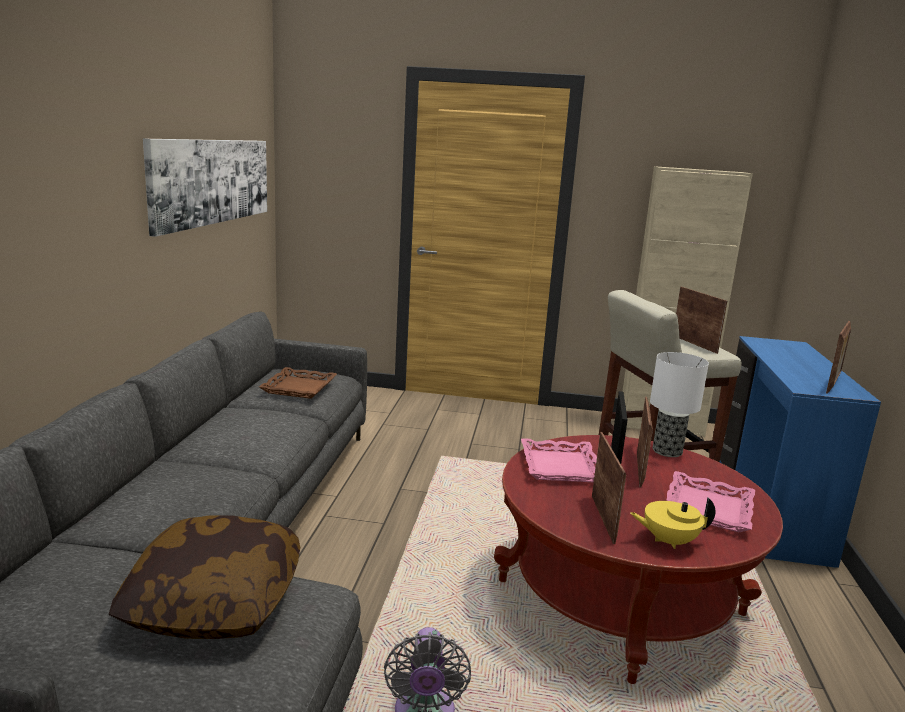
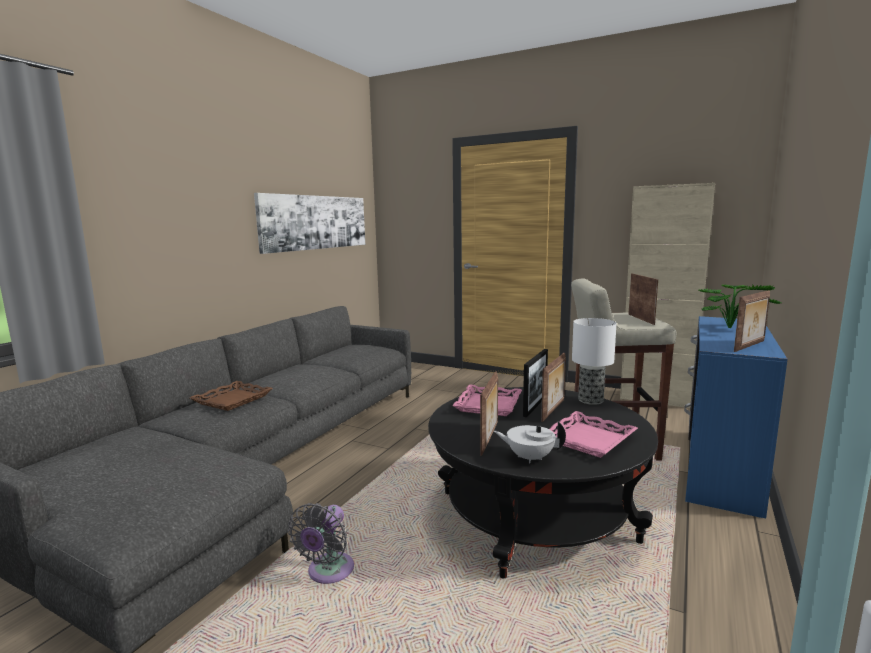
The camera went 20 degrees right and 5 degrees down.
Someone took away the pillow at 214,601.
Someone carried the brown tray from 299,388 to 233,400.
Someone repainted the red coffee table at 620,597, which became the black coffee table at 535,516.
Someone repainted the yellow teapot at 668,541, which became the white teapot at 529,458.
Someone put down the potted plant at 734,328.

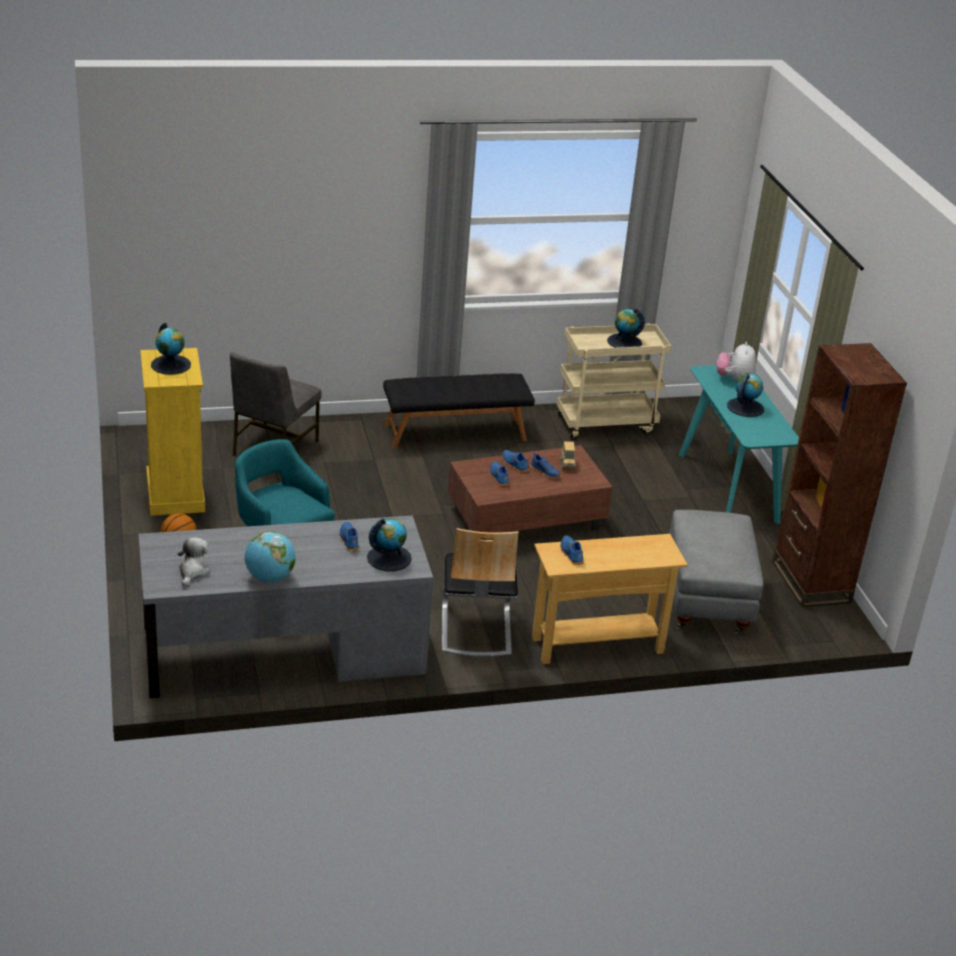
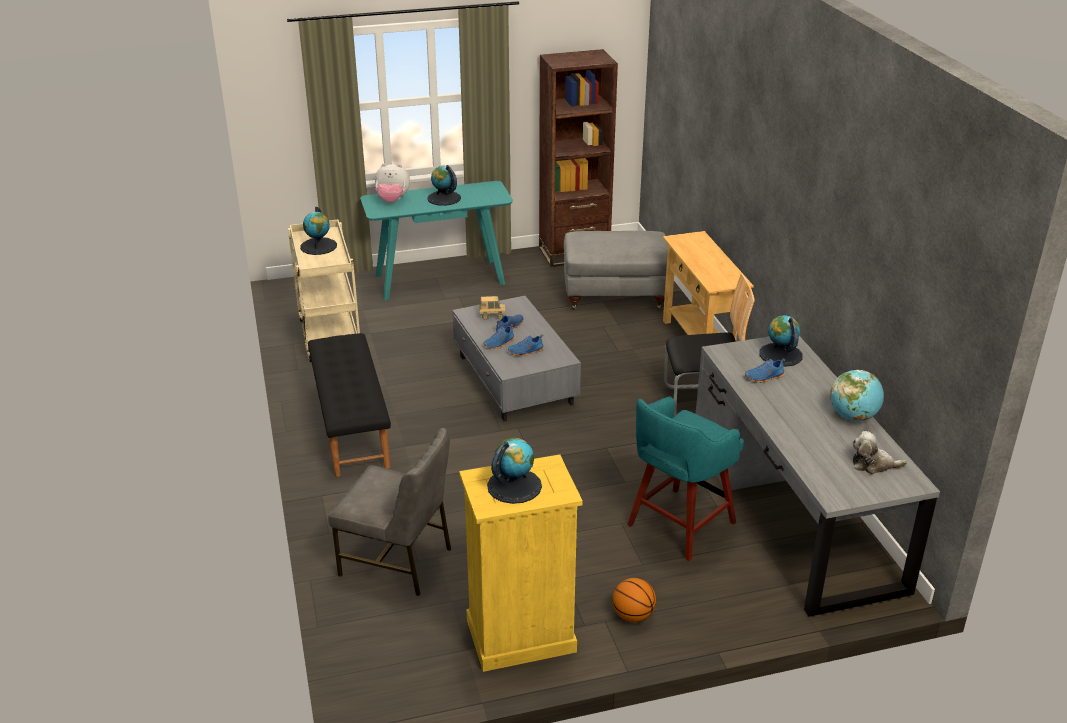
The camera went 90 degrees left and 0 degrees up.
Someone repainted the brown coffee table at 524,518, which became the grey coffee table at 515,380.
Someone took away the blue shoe at 571,554.

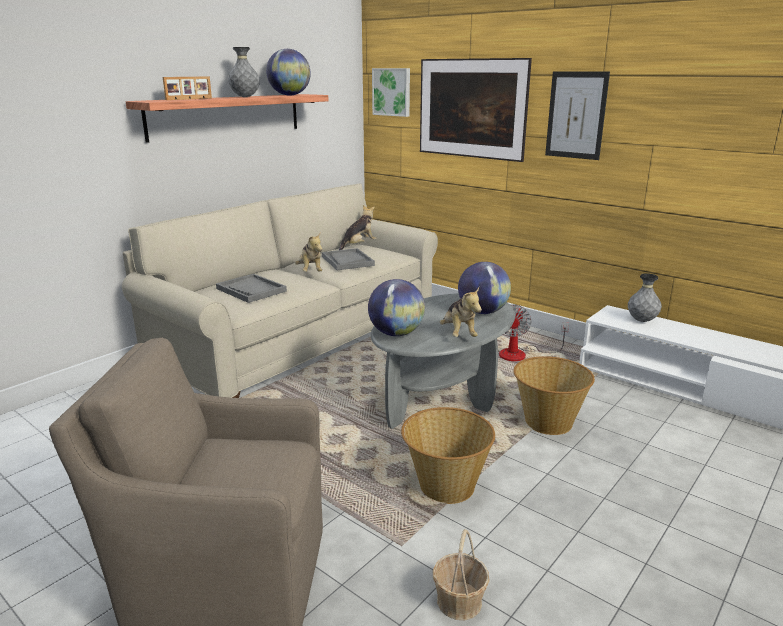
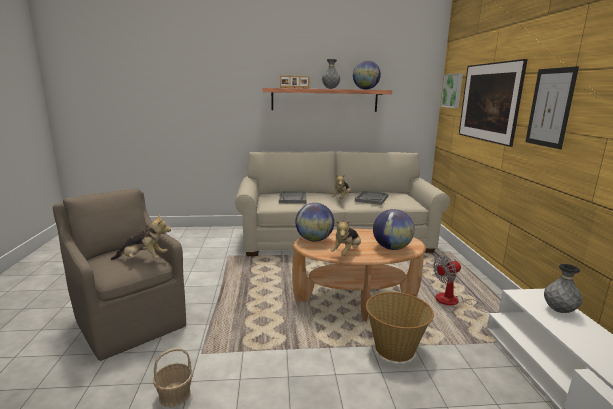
The camera went 45 degrees right and 5 degrees down.
Someone carried the plush toy from 358,246 to 143,260.
Someone repainted the grey coffee table at 443,395, which became the brown coffee table at 356,299.
Someone took away the basket at 445,485.

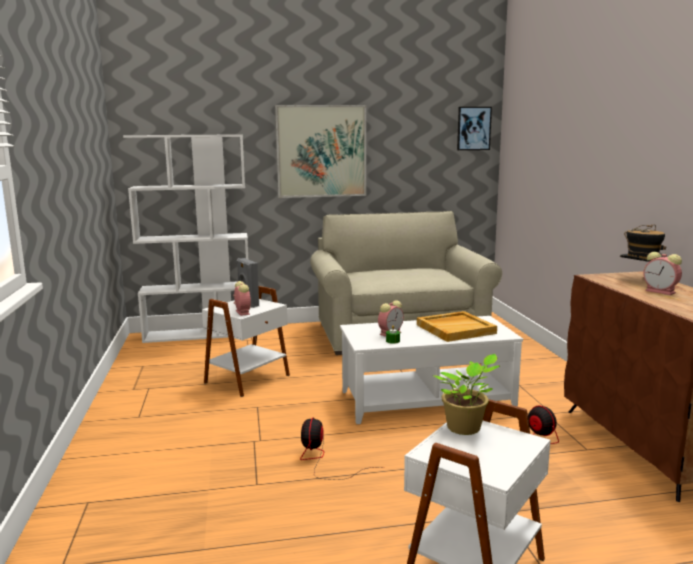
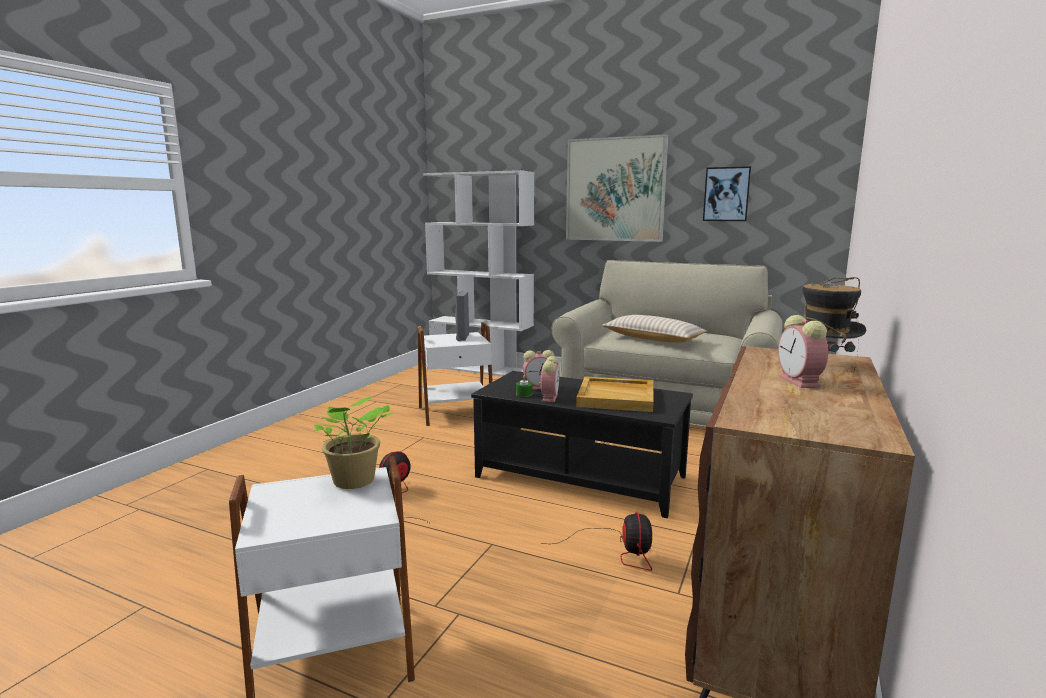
The camera went 35 degrees right and 0 degrees up.
Someone carried the alarm clock from 242,312 to 549,397.
Someone repainted the white coffee table at 426,399, which became the black coffee table at 581,476.
Someone carried the picture from 473,128 to 726,194.
Someone put down the beige pillow at 652,339.

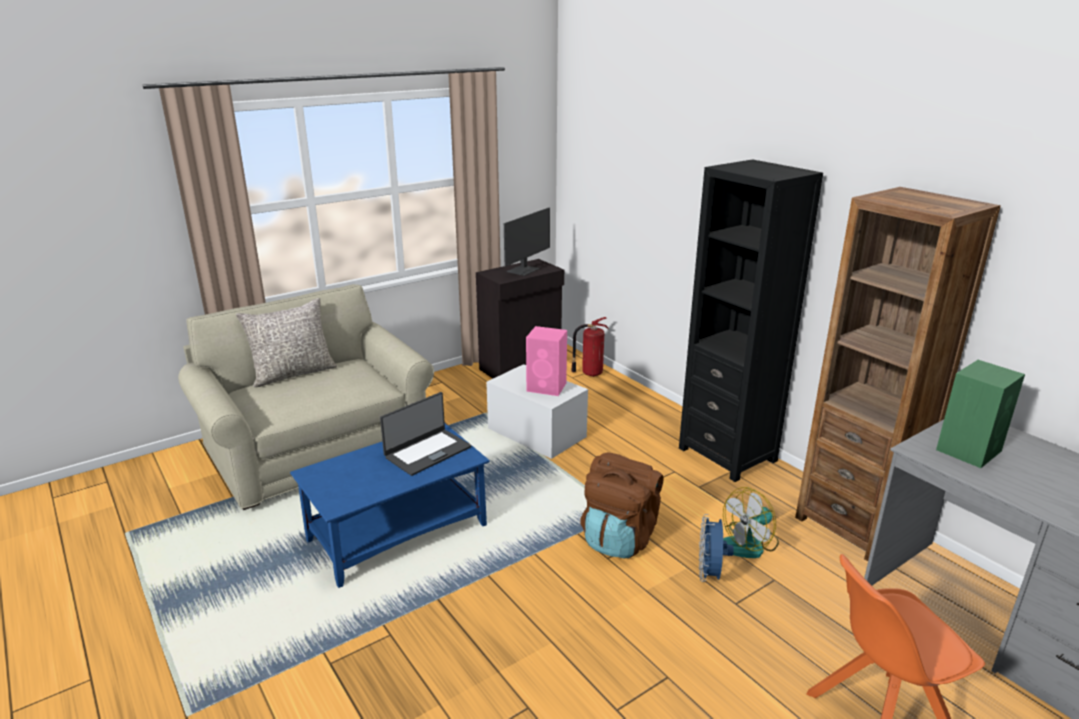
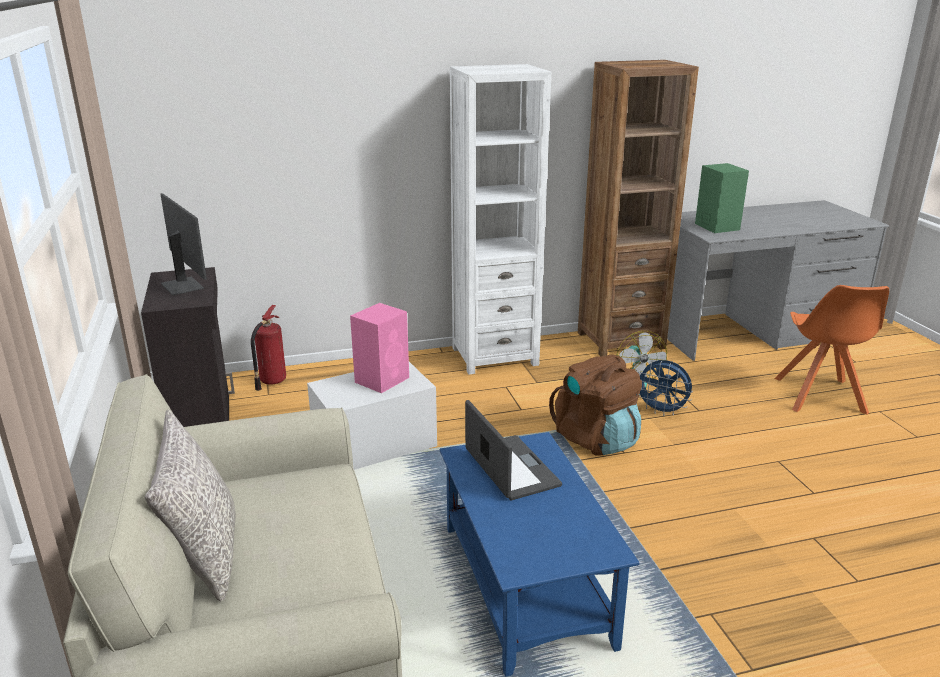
The camera went 70 degrees left and 0 degrees up.
Someone repainted the black bookcase at 727,454, which became the white bookcase at 494,356.

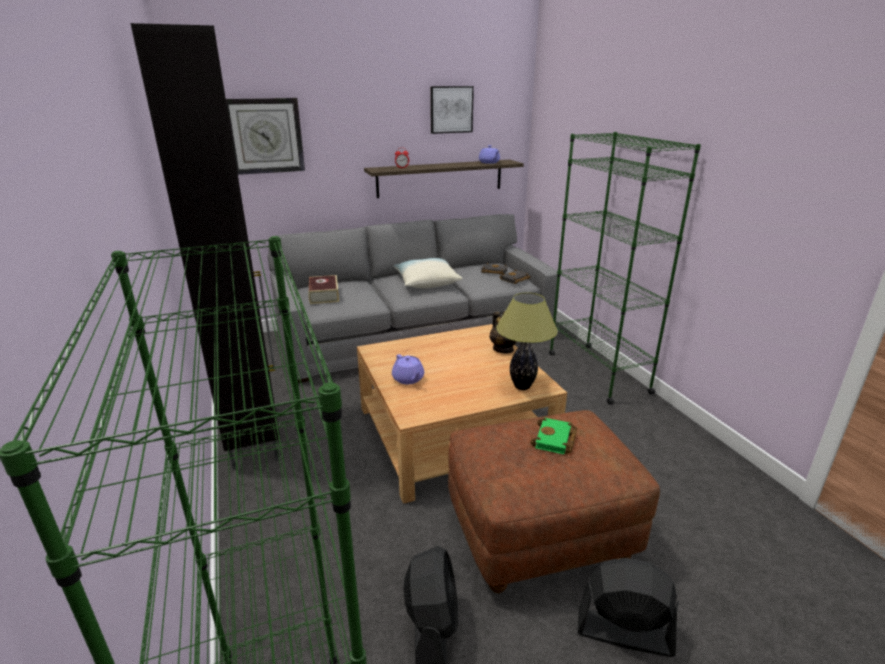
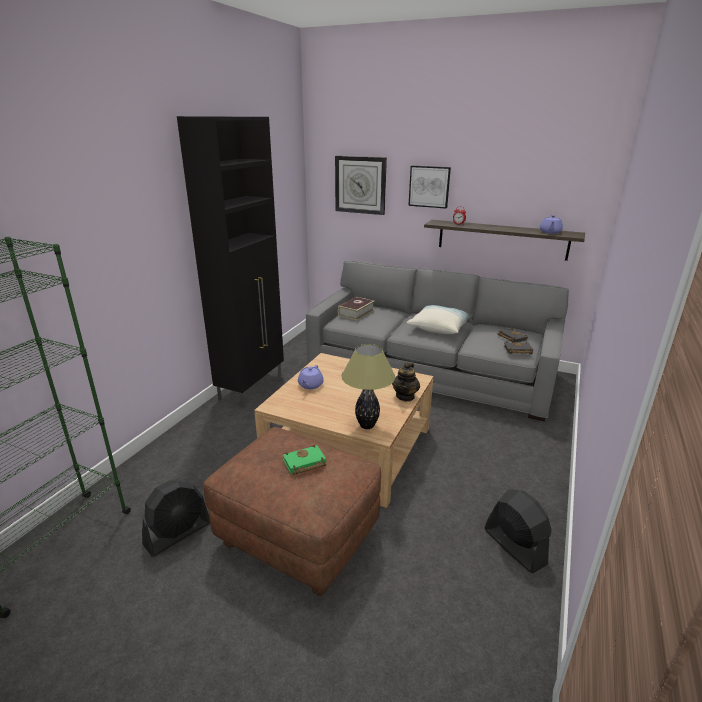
The camera went 45 degrees right and 0 degrees up.
Someone carried the picture from 451,109 to 429,186.
Someone took away the green bookcase at 597,372.
Someone carried the black fan from 624,632 to 514,546.

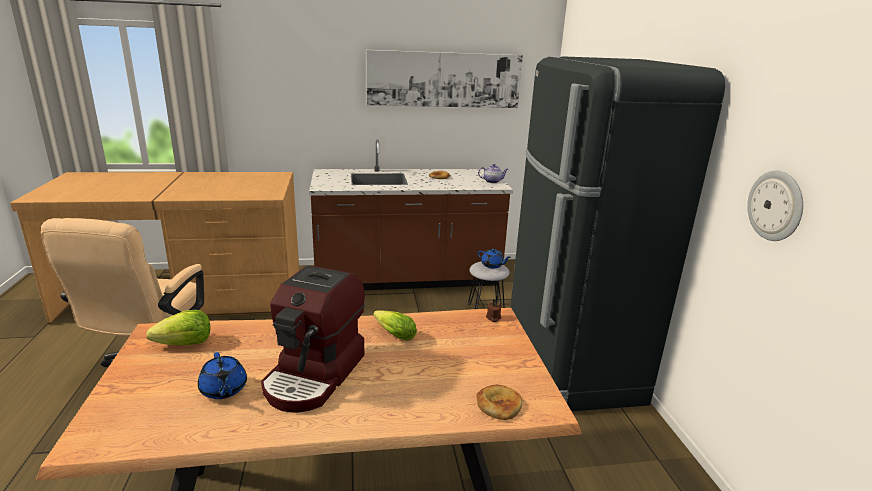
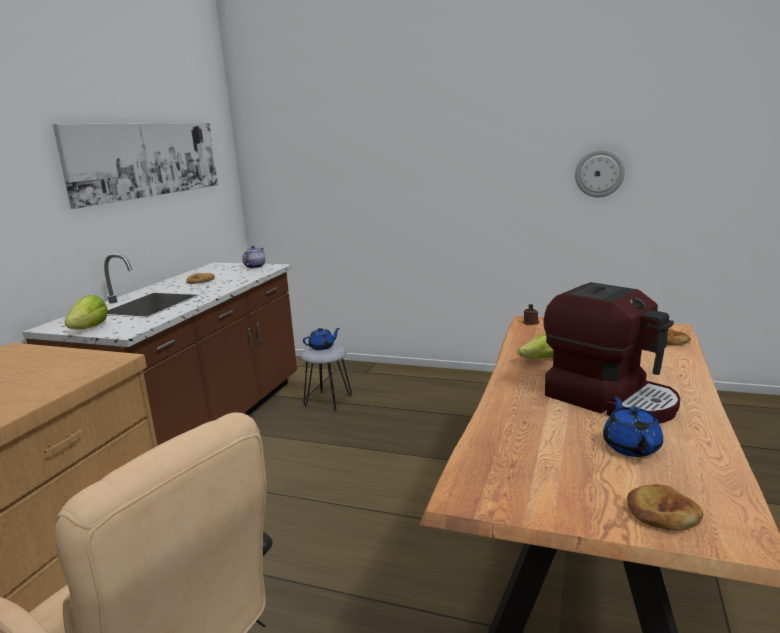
The camera went 60 degrees left and 5 degrees down.
Someone carried the lettuce from 185,344 to 89,328.
Someone rotated the blue teapot at 223,390 by 90 degrees counterclockwise.
Someone took away the black fridge at 569,367.
Someone put down the bread at 662,512.

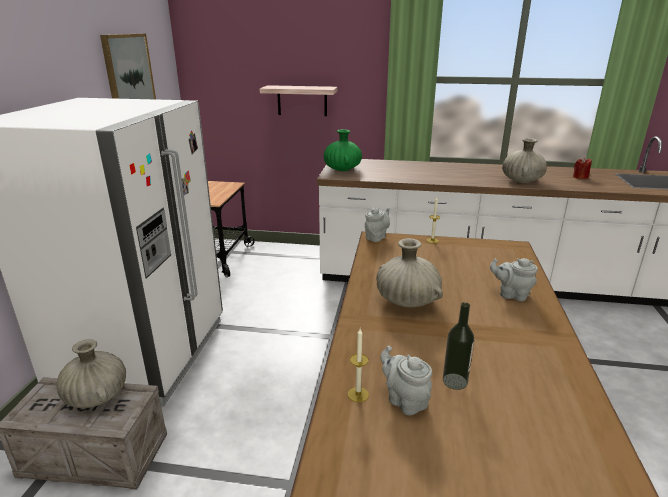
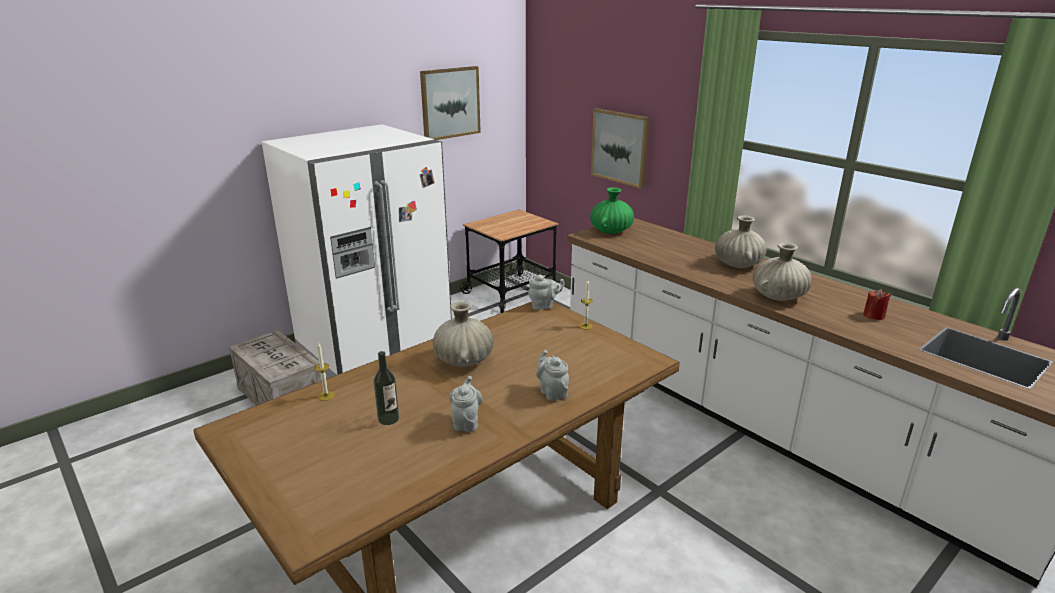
The camera went 40 degrees right and 0 degrees up.
Someone carried the beige vase from 97,396 to 738,264.
Someone swapped the shelf at 302,100 for the picture at 620,147.
Someone carried the grey teapot from 404,400 to 466,422.

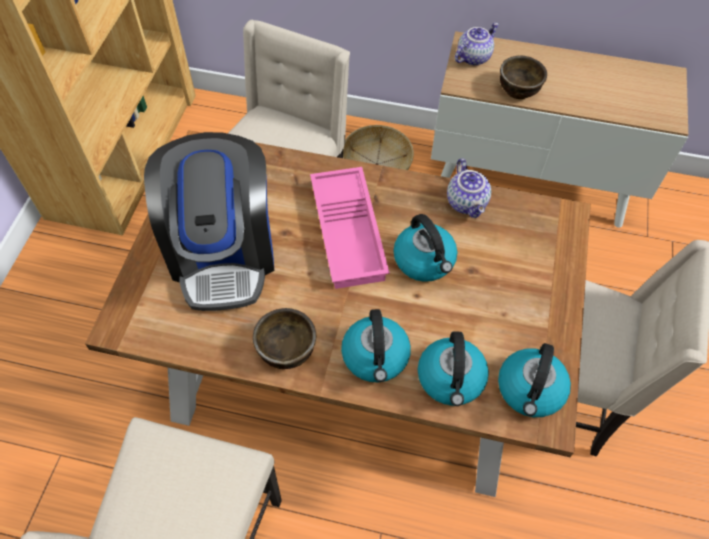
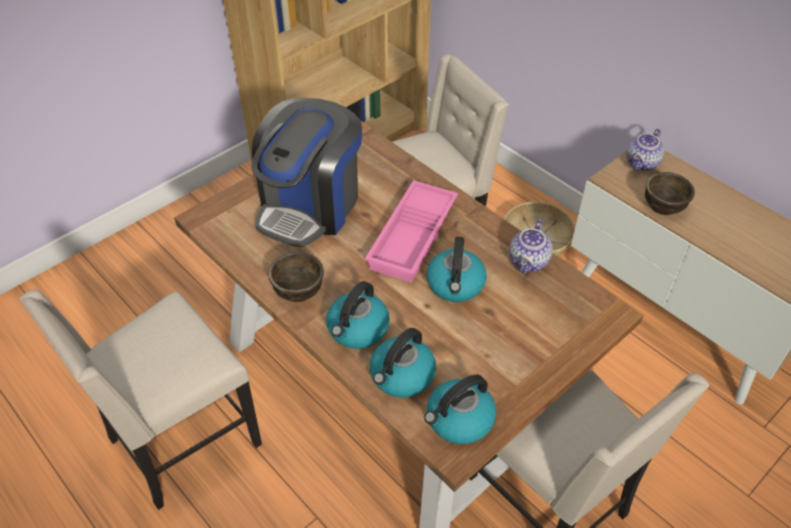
The camera went 35 degrees right and 10 degrees down.
Someone rotated the teapot at 473,57 by 135 degrees clockwise.

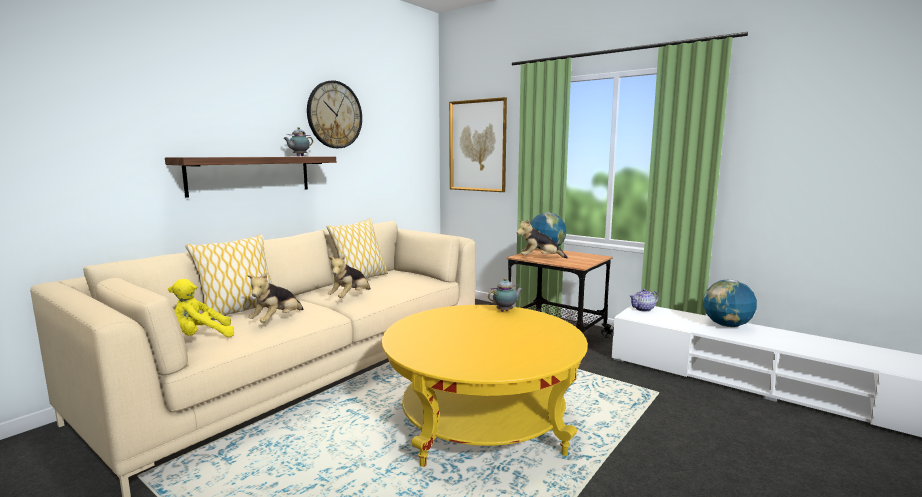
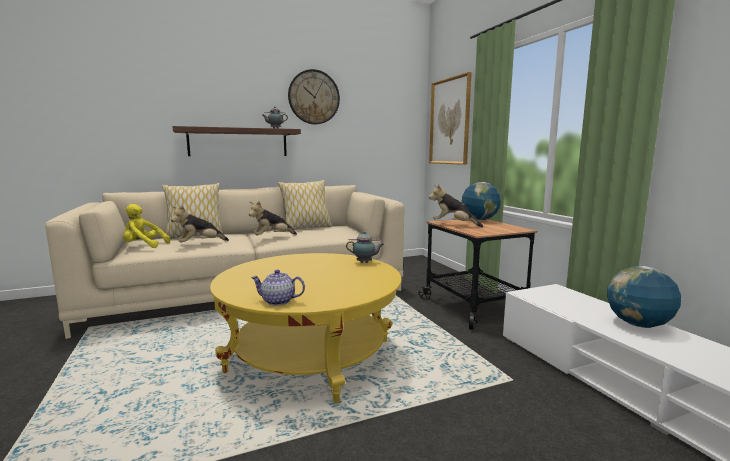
The camera went 30 degrees right and 0 degrees up.
Someone carried the teapot from 643,309 to 278,301.

